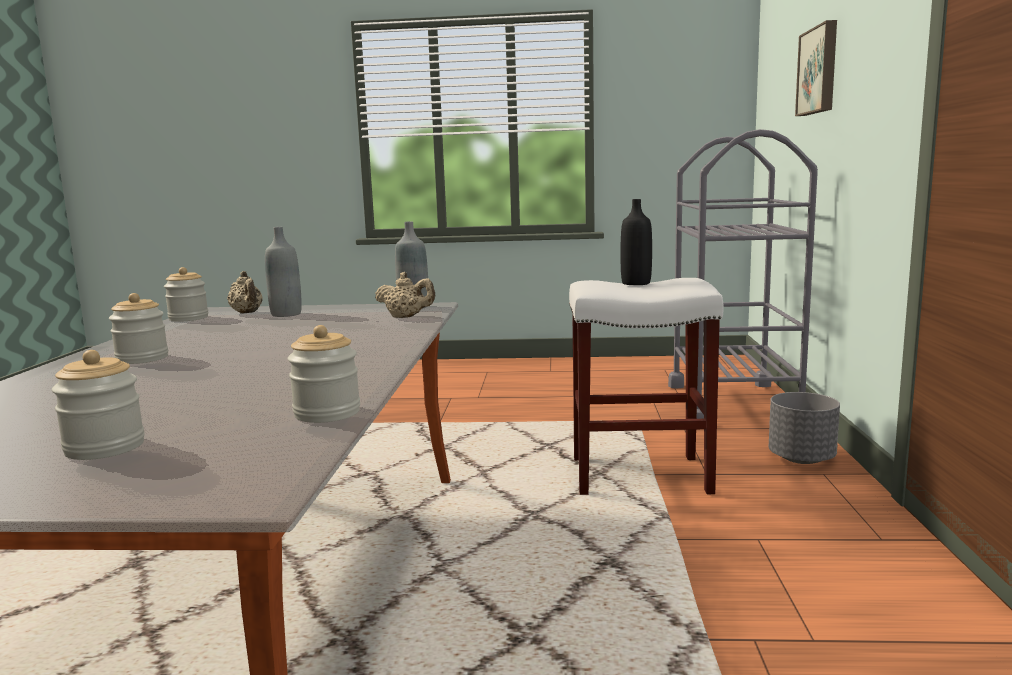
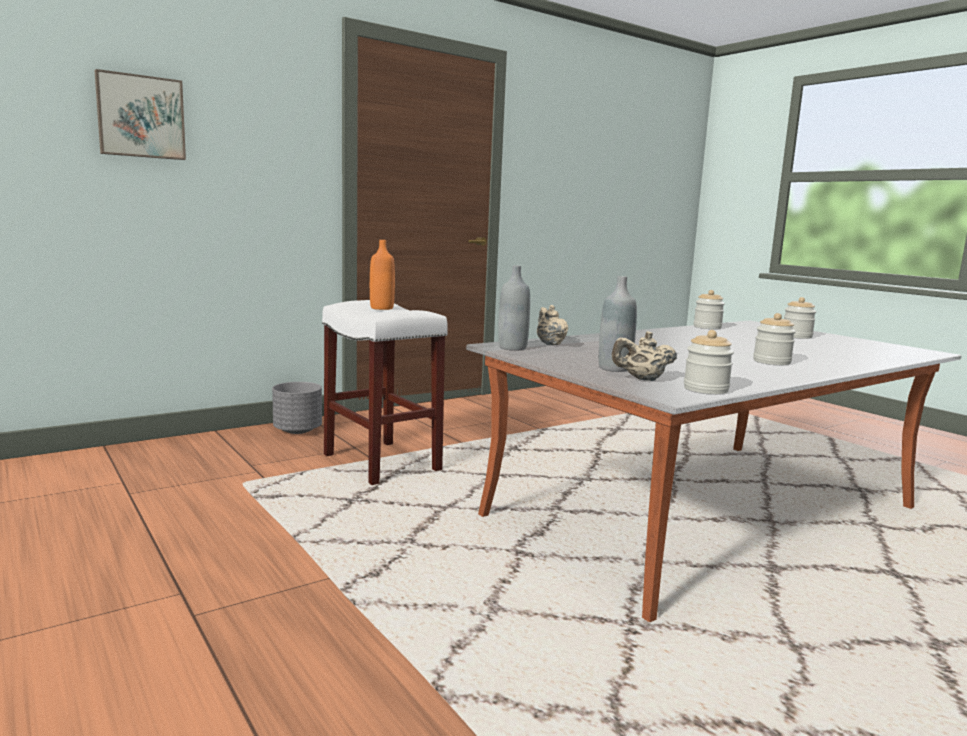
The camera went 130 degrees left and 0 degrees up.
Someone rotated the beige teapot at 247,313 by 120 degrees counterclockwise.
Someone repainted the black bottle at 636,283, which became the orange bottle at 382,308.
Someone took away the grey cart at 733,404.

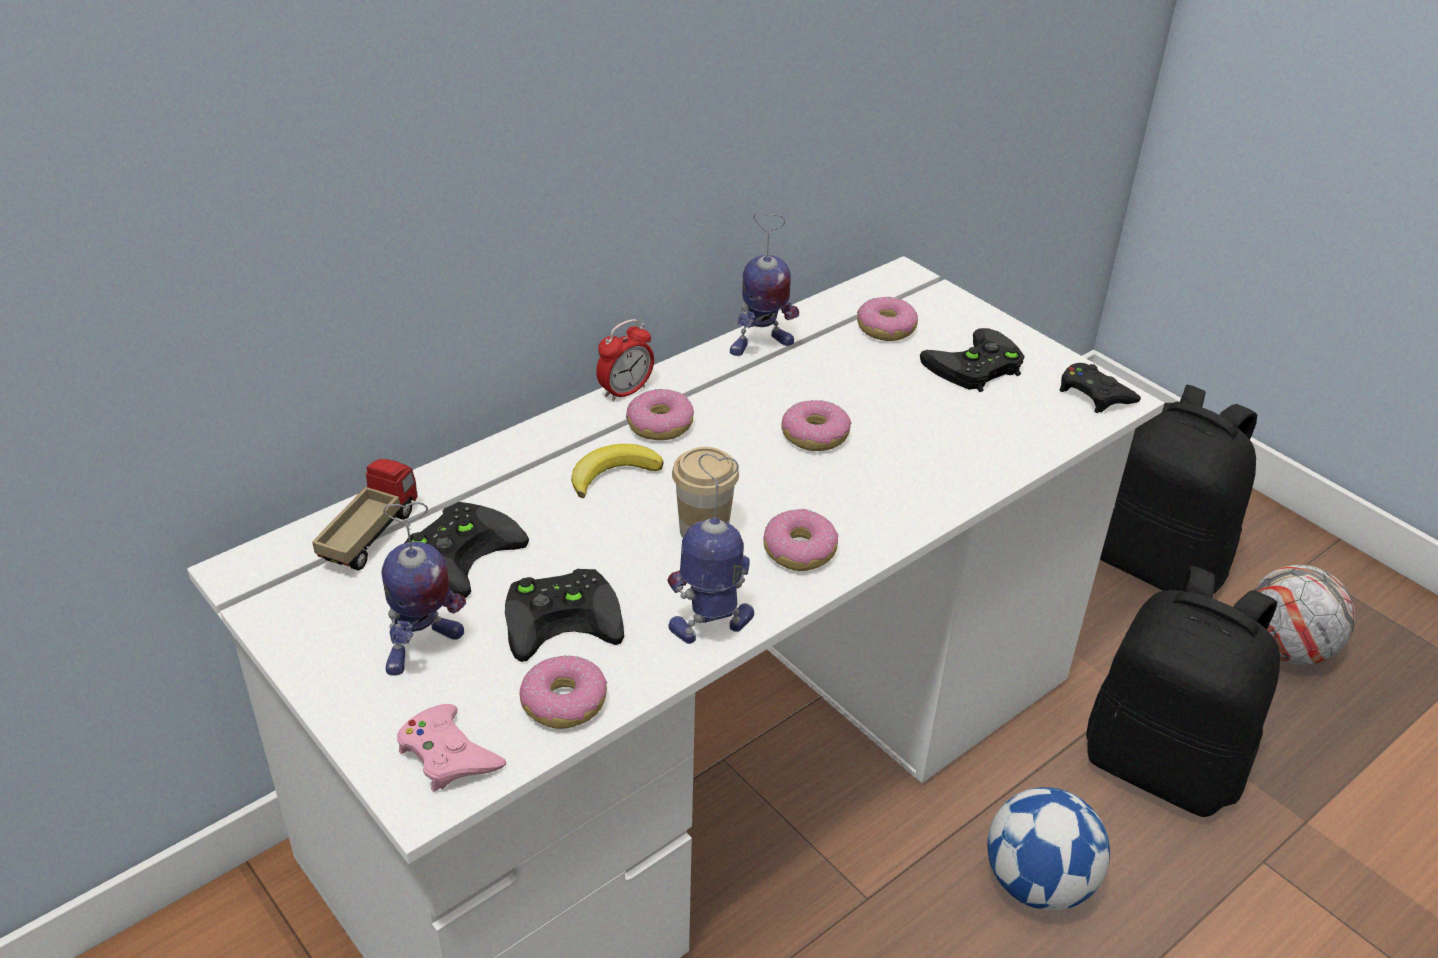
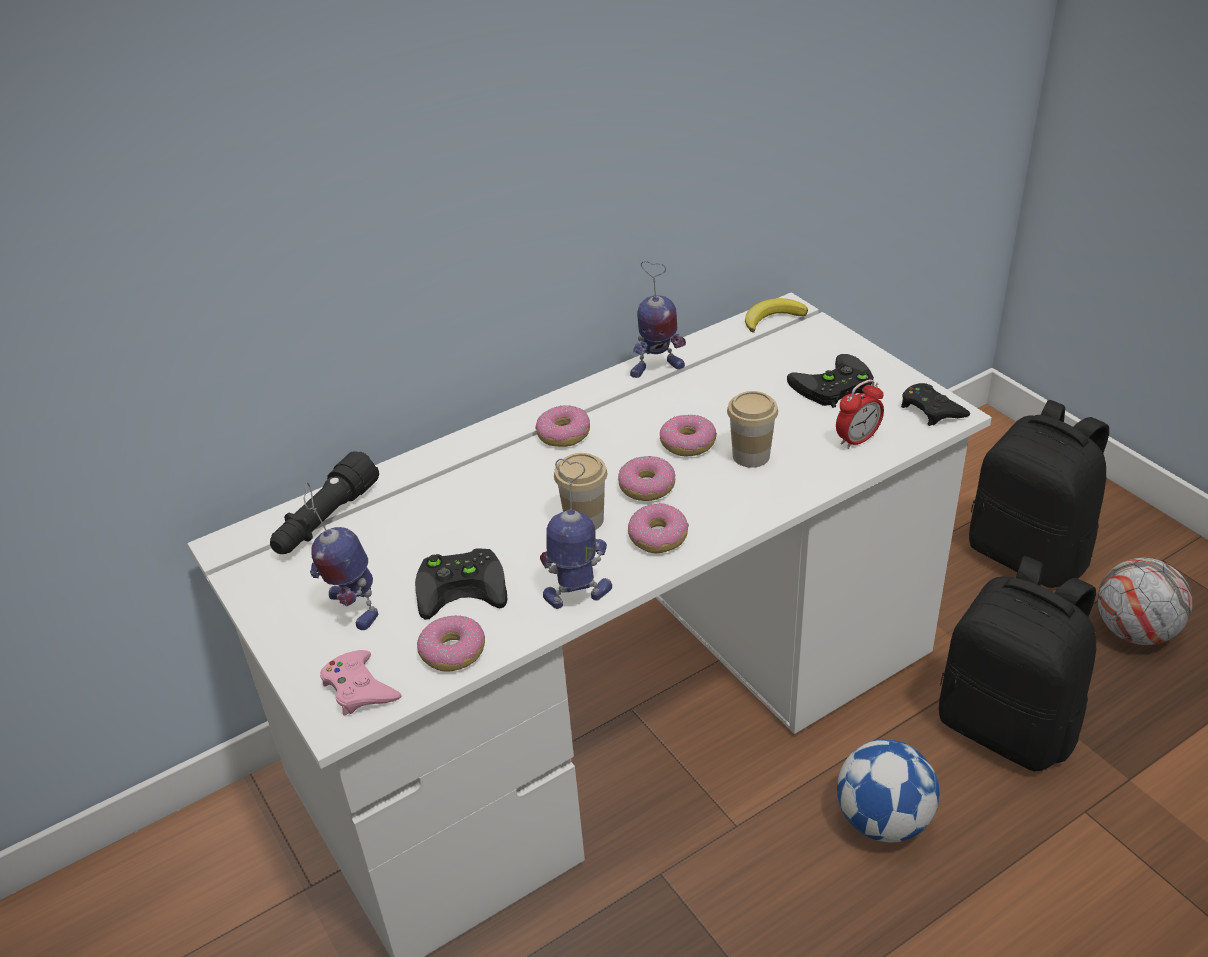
The camera went 10 degrees right and 0 degrees up.
Someone swapped the toy truck at 370,536 for the black flashlight at 325,520.
Someone rotated the toy robot at 422,649 by 90 degrees clockwise.
Someone took away the black game controller at 462,550.
Someone carried the banana from 613,474 to 772,318.
Someone carried the alarm clock from 625,391 to 857,440.
Someone carried the donut from 886,329 to 647,487.
Someone put down the cup at 751,456.

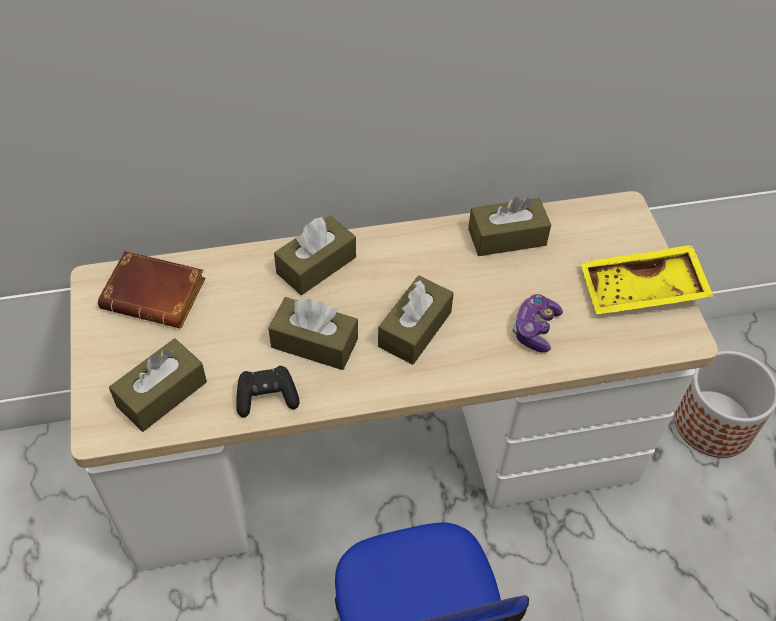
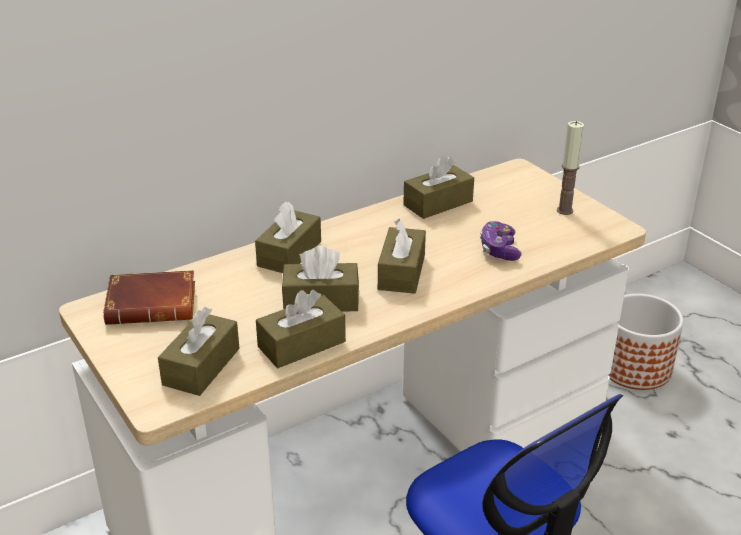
The camera went 20 degrees left and 20 degrees down.
Someone swapped the black game controller at 267,397 for the brown tissue box at 301,344.
Someone swapped the yellow tray at 641,292 for the candle at 564,210.

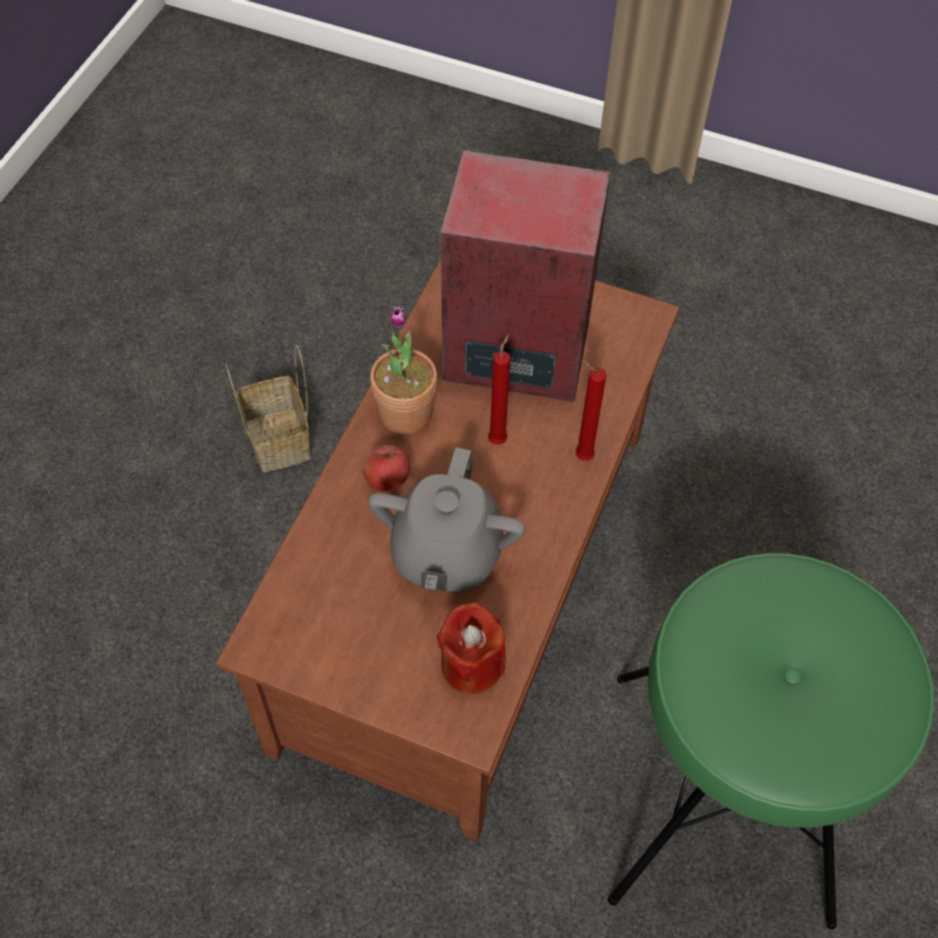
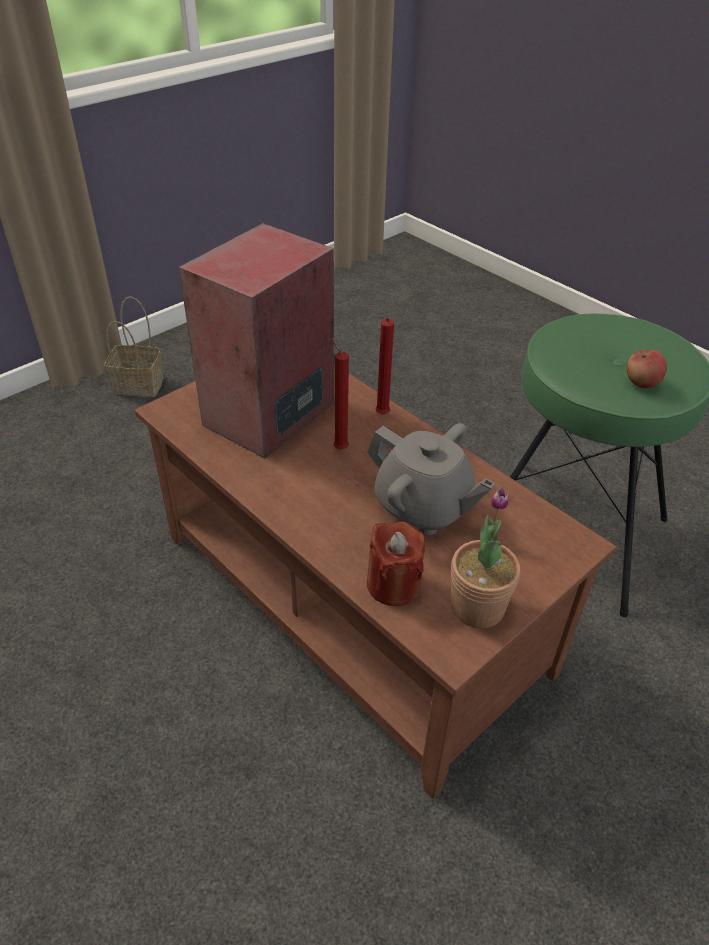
The camera went 65 degrees left and 15 degrees down.
Someone carried the basket from 280,441 to 140,384.
Someone carried the apple from 387,480 to 641,383.
Someone carried the potted plant from 405,413 to 477,607.
Someone carried the red candle from 471,665 to 393,585.

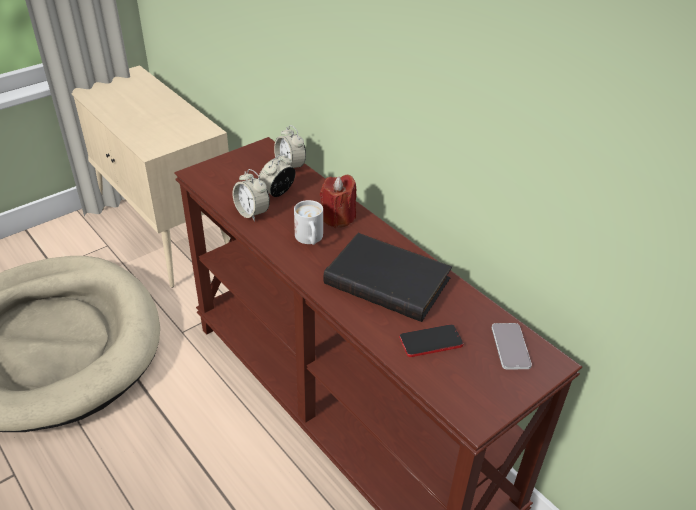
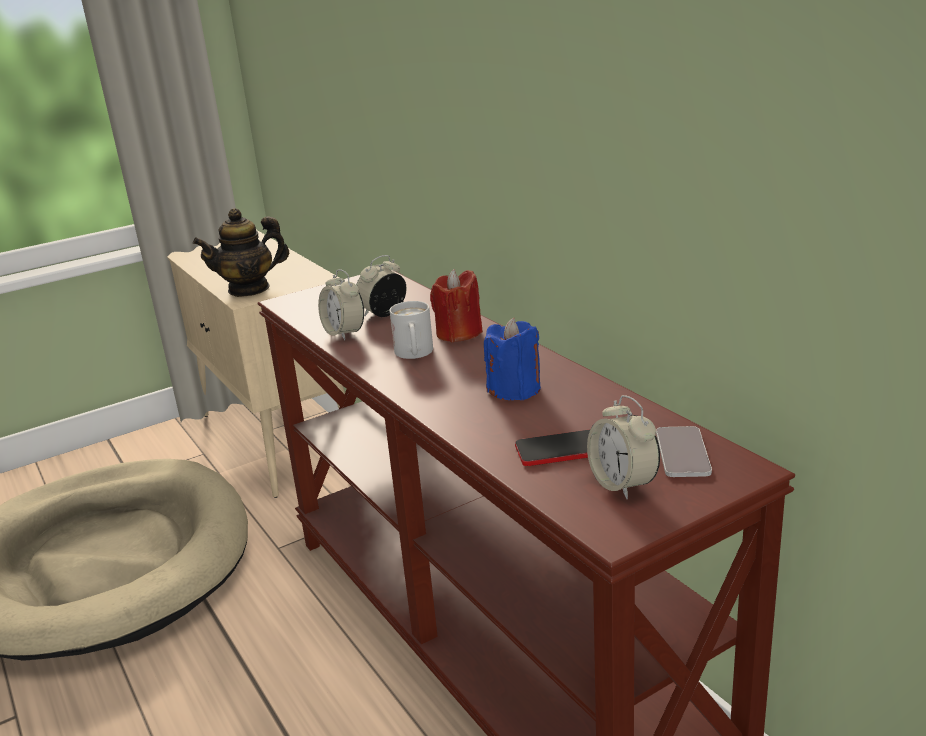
The camera went 10 degrees right and 15 degrees down.
Someone carried the alarm clock from 290,166 to 622,484.
Someone swapped the black book at 389,280 for the blue candle at 514,389.
Someone put down the teapot at 249,289.

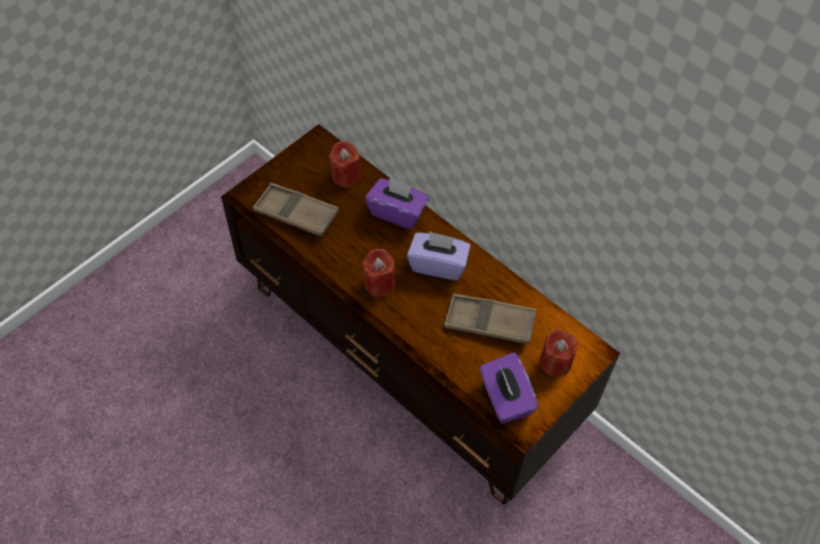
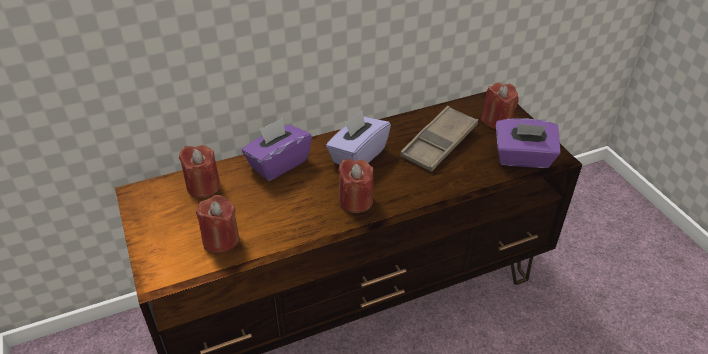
The camera went 65 degrees left and 15 degrees down.
Someone swapped the brown tray at 296,213 for the red candle at 221,239.

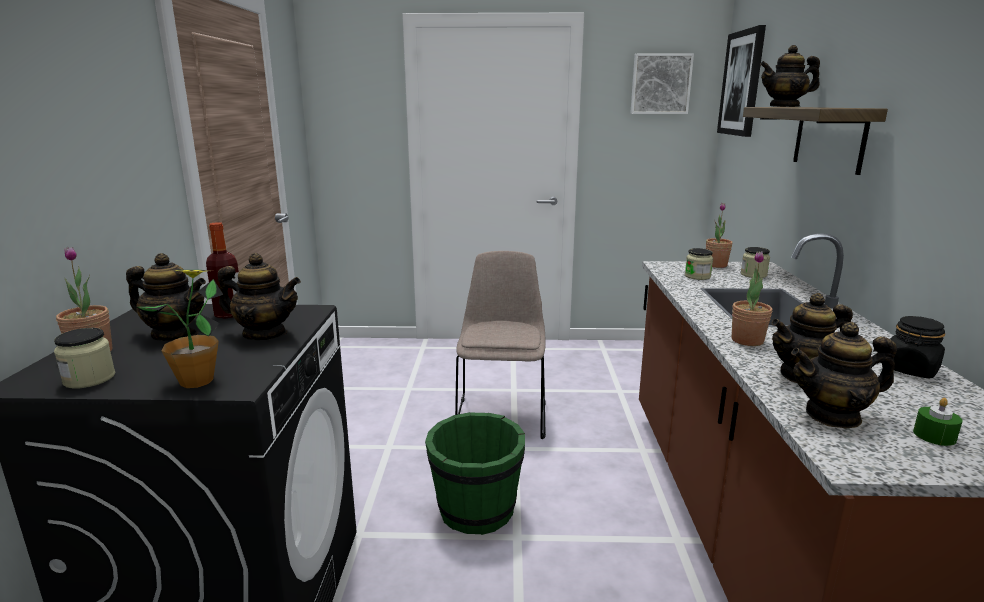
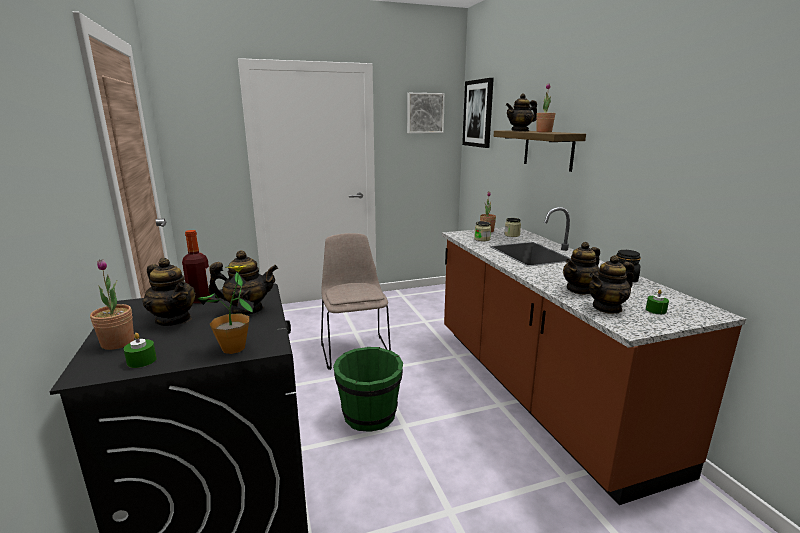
The camera went 20 degrees left and 0 degrees up.
Someone swapped the jar at 89,379 for the green candle at 142,361.
Someone rotated the teapot at 175,334 by 45 degrees clockwise.
Someone carried the potted plant from 747,340 to 544,132.

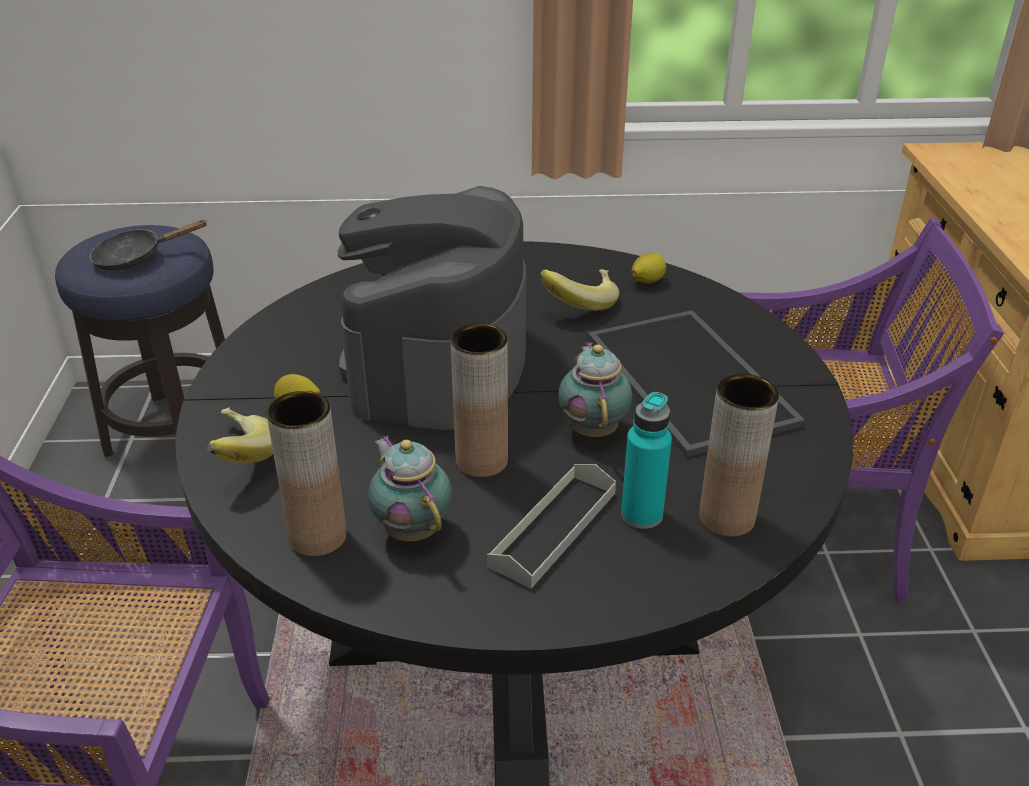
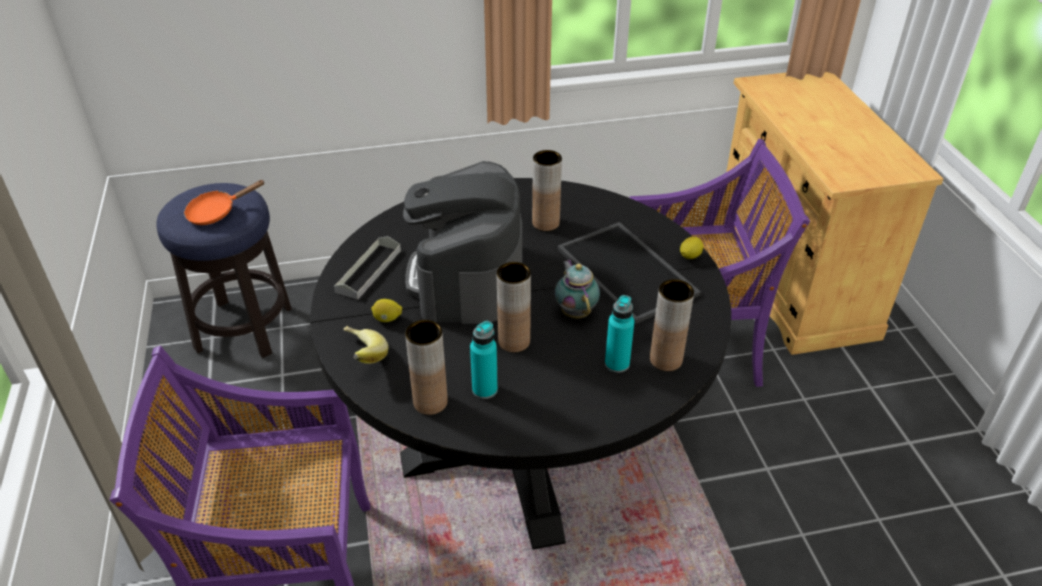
The camera went 10 degrees left and 5 degrees up.
Someone repainted the black frying pan at 136,258, which became the orange frying pan at 216,212.
Someone swapped the teapot at 412,528 for the turquoise bottle at 484,389.
Someone carried the grey tray from 553,528 to 368,271.
Someone swapped the banana at 579,303 for the brown vase at 545,223.
Someone carried the lemon from 647,281 to 689,256.

